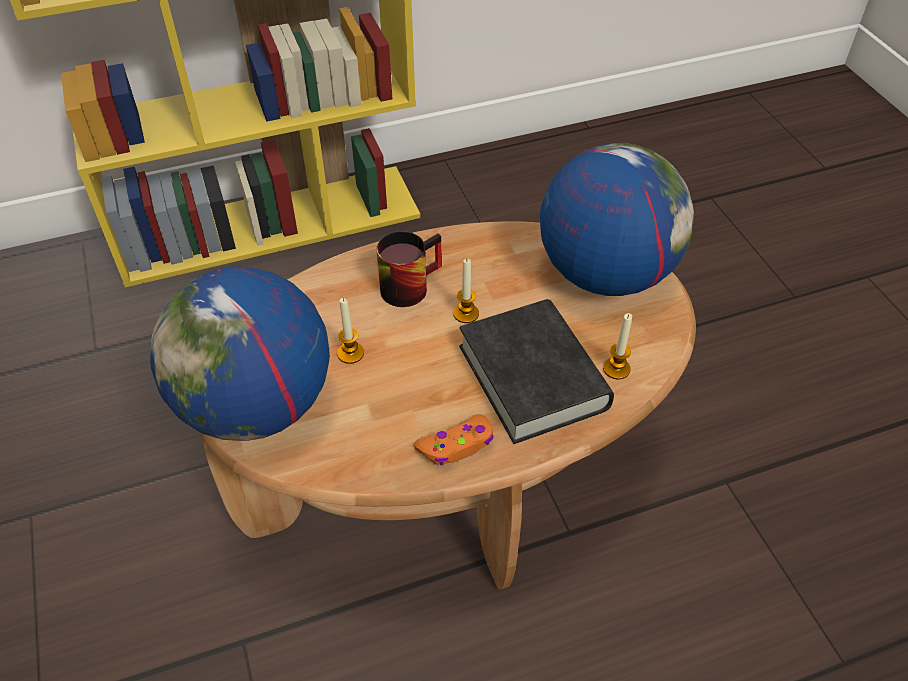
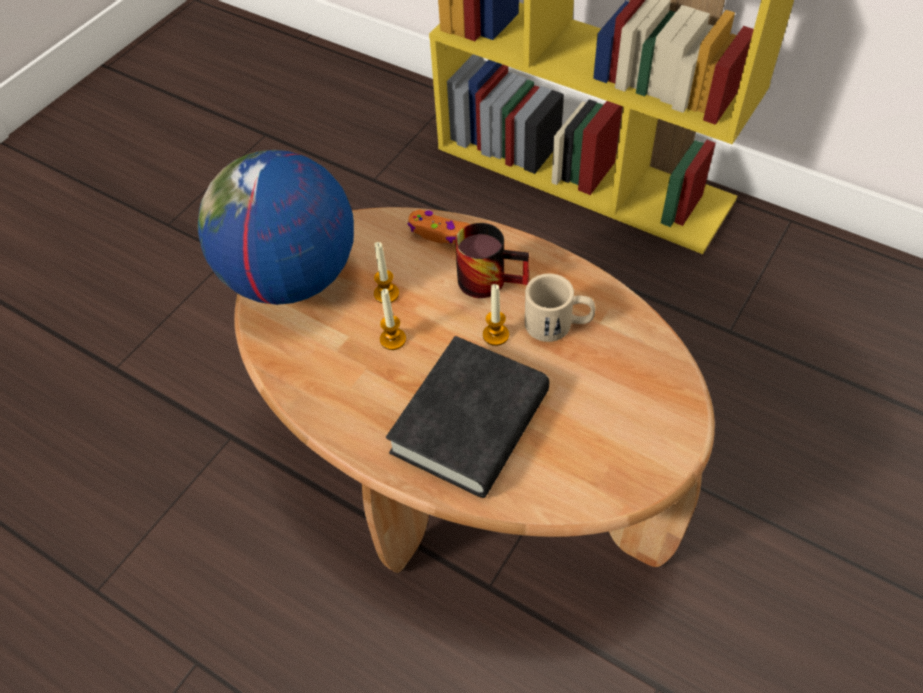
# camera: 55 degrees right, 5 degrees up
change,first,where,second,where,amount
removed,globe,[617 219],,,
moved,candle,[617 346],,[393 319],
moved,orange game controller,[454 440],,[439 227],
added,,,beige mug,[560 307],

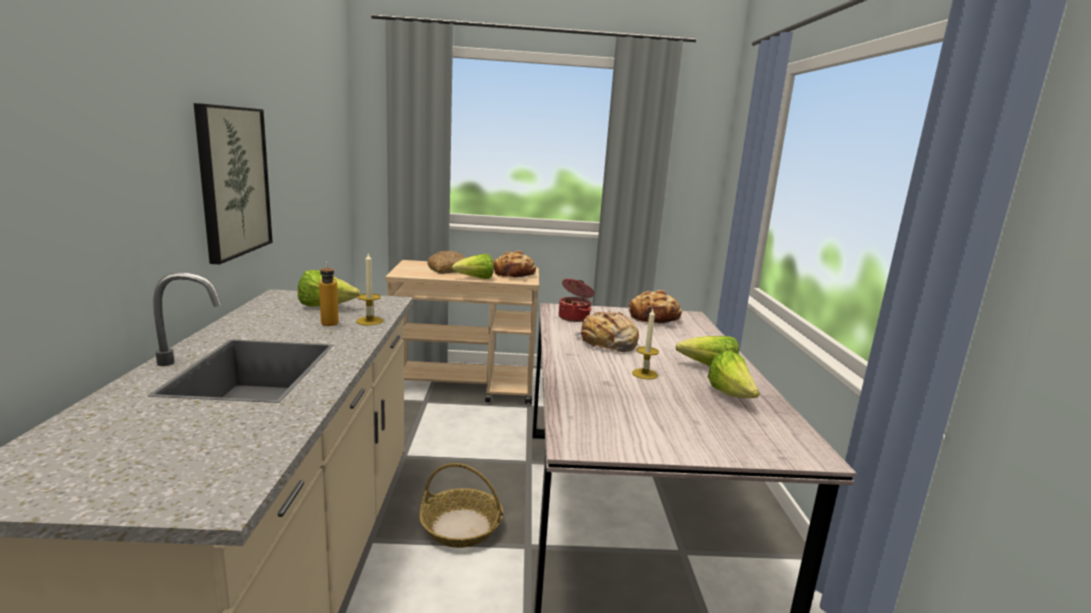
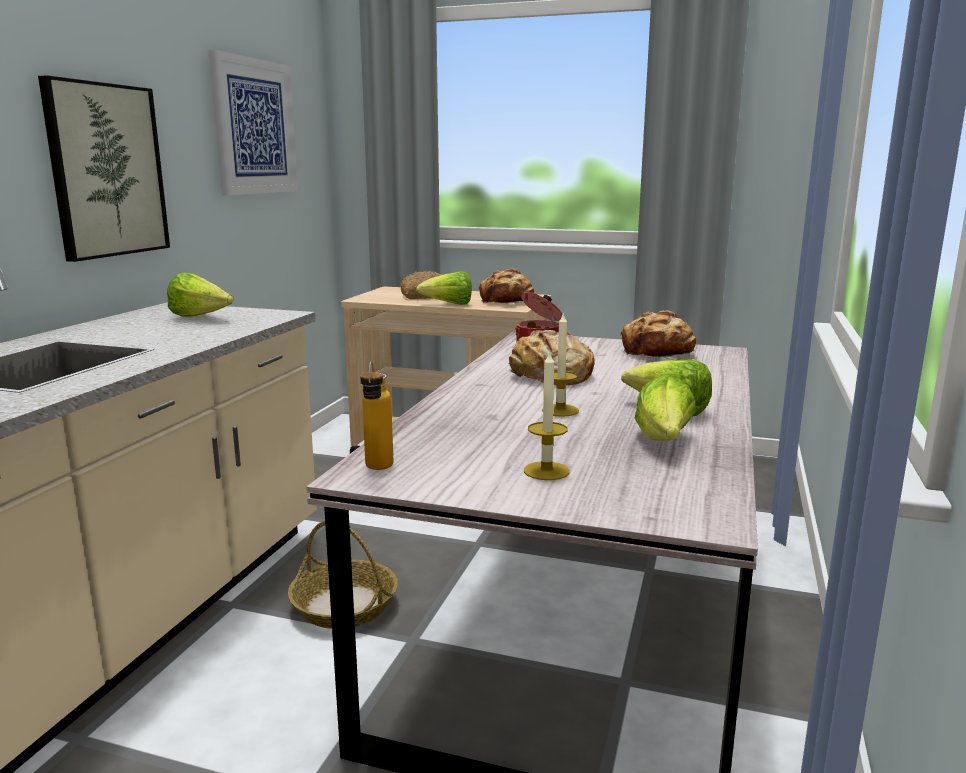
# camera: 20 degrees right, 0 degrees up
change,first,where,second,where,amount
moved,candle,[369 288],,[547 415],
moved,bottle,[329 293],,[377 415],
added,,,picture,[253 123],

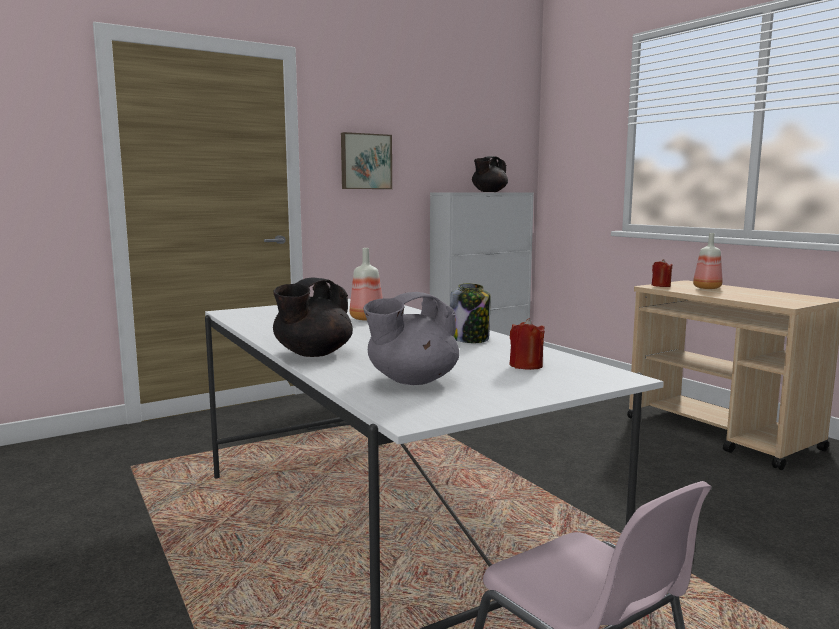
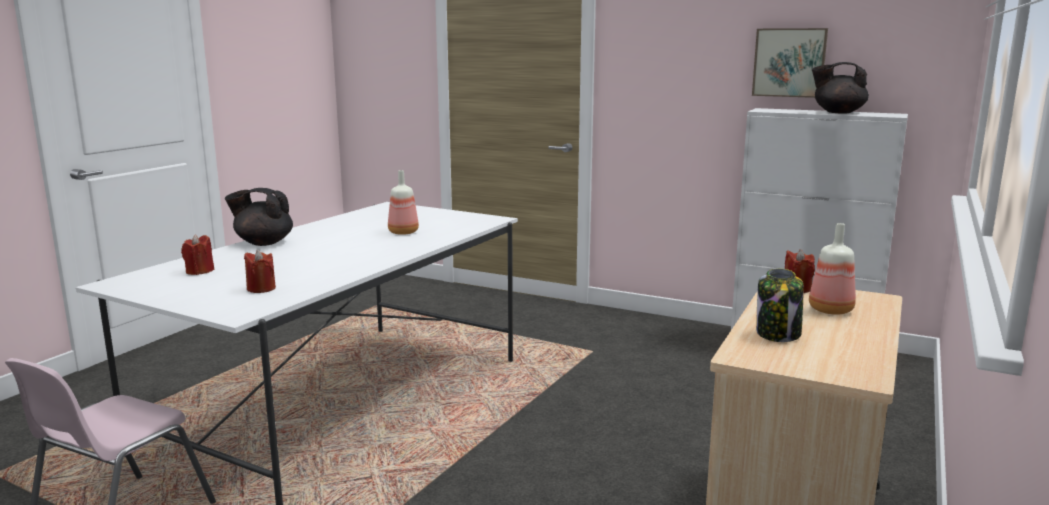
# camera: 60 degrees right, 5 degrees up
change,first,where,second,where,amount
moved,picture,[366 160],,[790 63],
moved,jar,[470 313],,[780 305],
replaced,grey teapot,[411 338],red candle,[197 254],

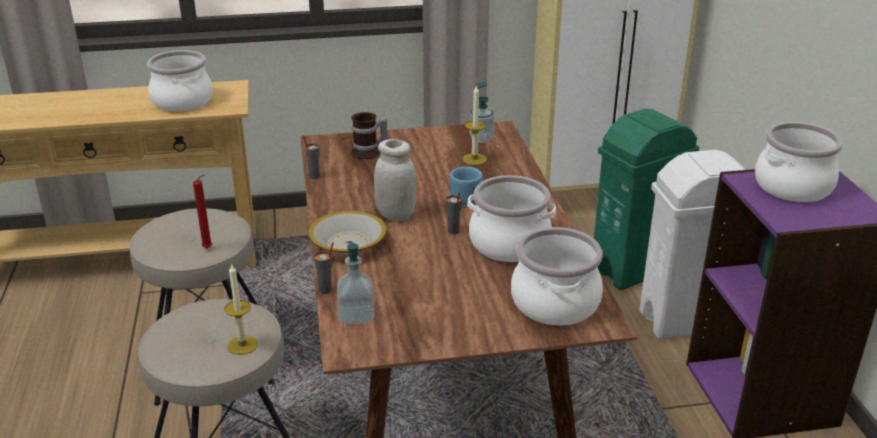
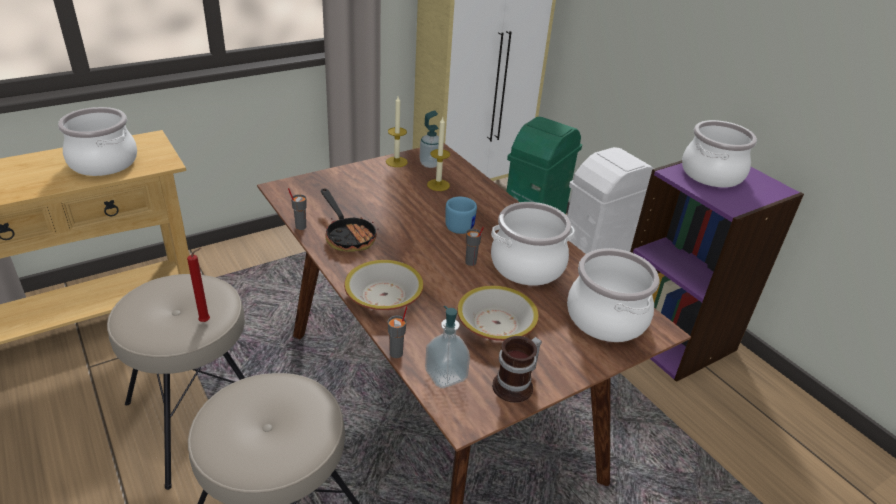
# camera: 25 degrees left, 5 degrees up
change,first,where,second,where,amount
moved,mug,[369 135],,[517 369],
removed,white jar,[395 180],,,
moved,candle,[241 309],,[397 131],
added,,,frying pan,[350 220],
added,,,bowl,[498 313],

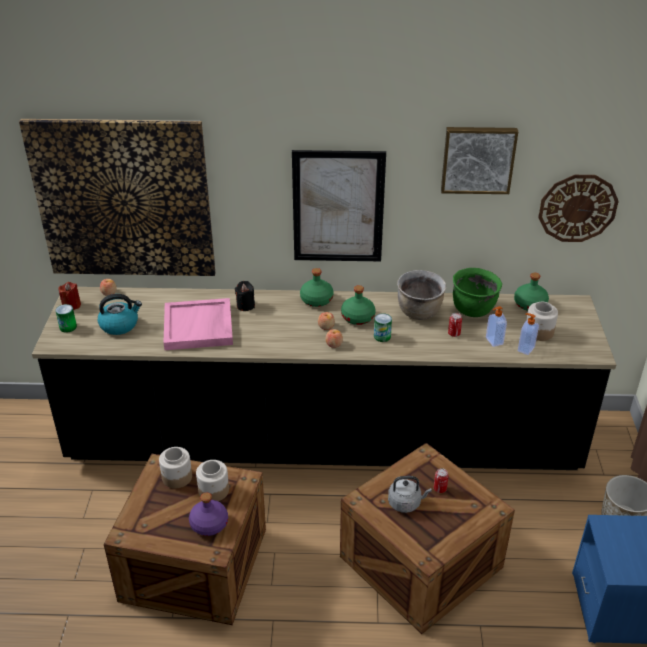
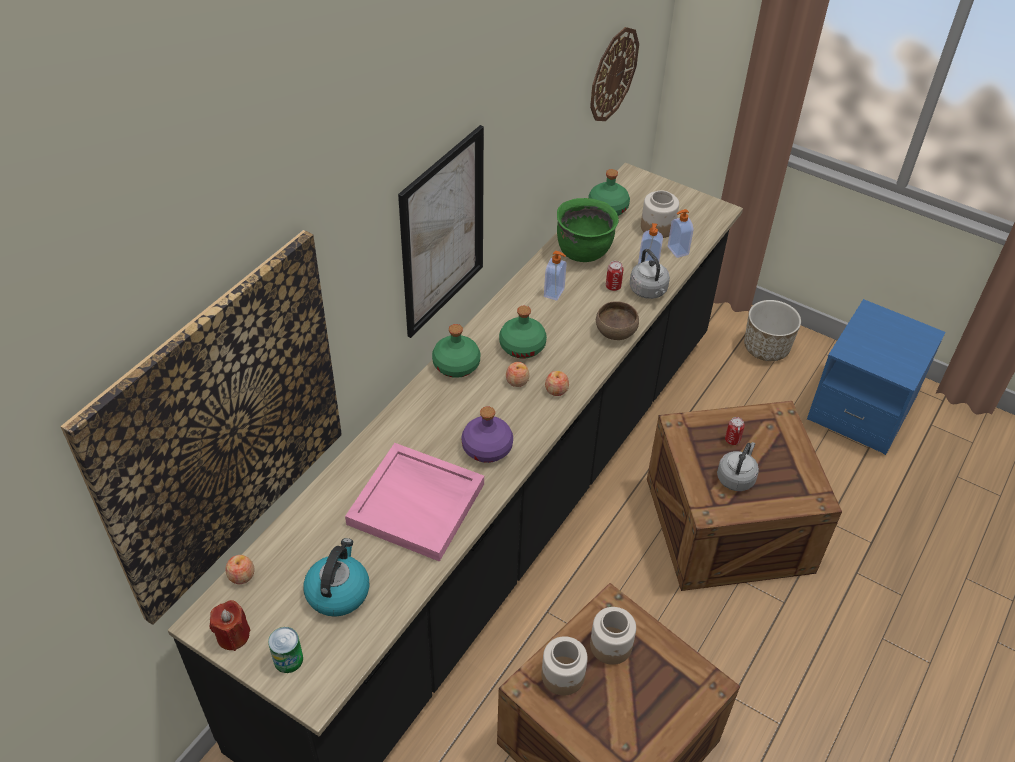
# camera: 60 degrees left, 10 degrees up
change,first,where,second,where,amount
removed,picture,[479 160],,,
replaced,brown cooking pot,[422 295],soap dispenser,[555 276],
removed,black candle,[245 296],,,
removed,can,[383 327],,,
moved,purple bottle,[208 514],,[487 434],
added,,,grey kettle,[650 274],
added,,,brown bowl,[617 320],

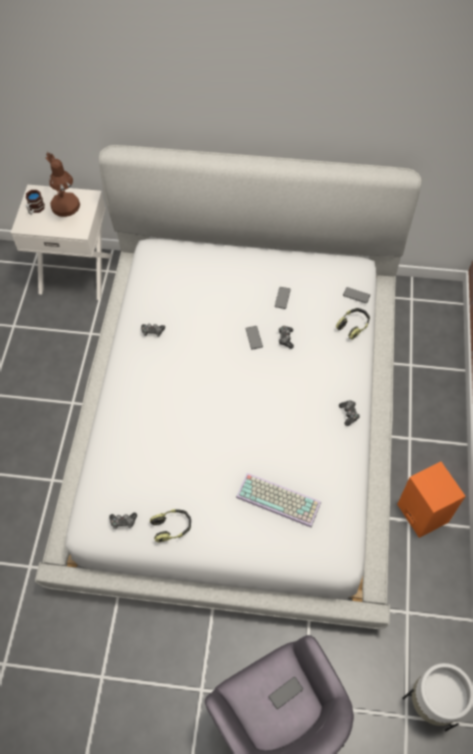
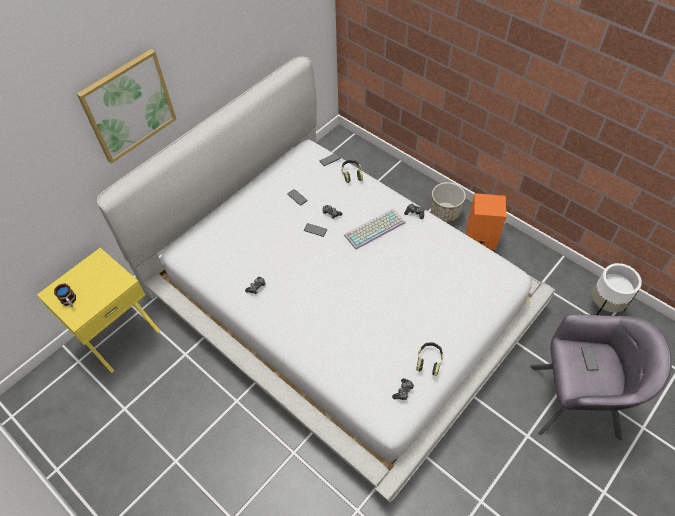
# camera: 55 degrees left, 5 degrees down
change,first,where,second,where,amount
removed,brown table lamp,[62 184],,,
recoloured,white nightstand,[61 242],yellow nightstand,[98 310],
moved,keyboard,[278 500],,[374 229],
added,,,picture,[126 106],
added,,,planter,[448 202],

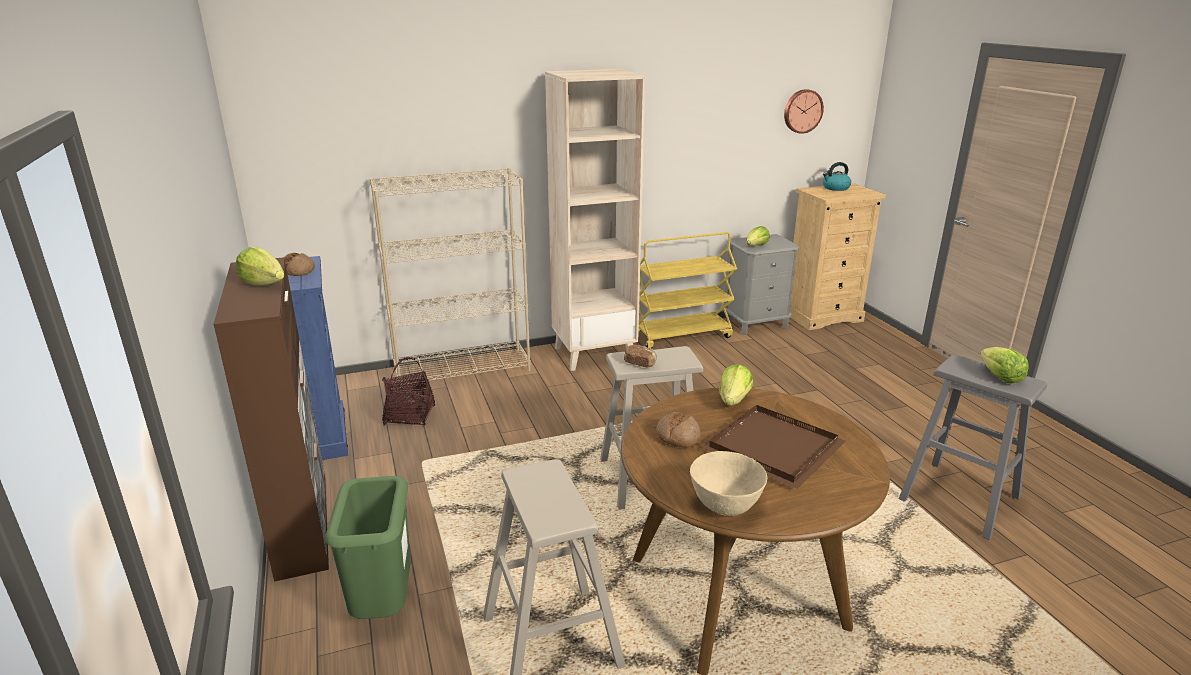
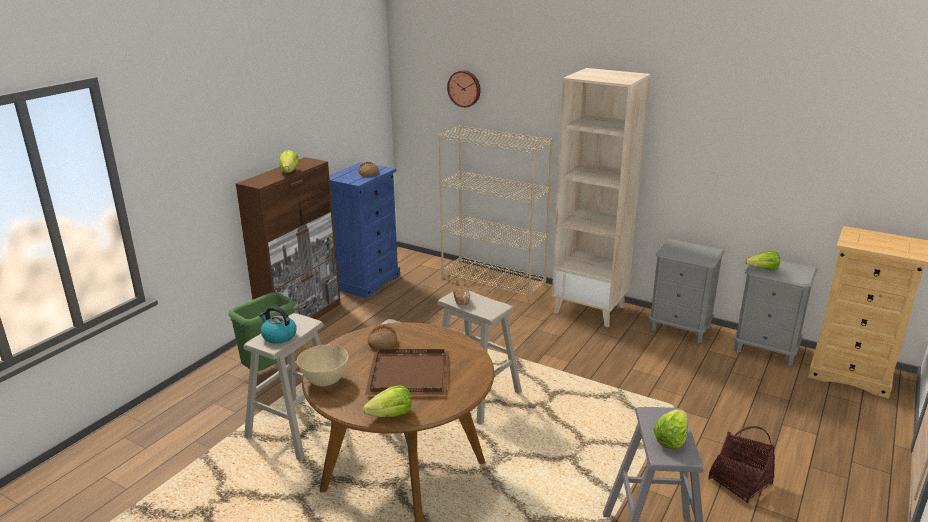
# camera: 50 degrees right, 0 degrees up
change,first,where,second,where,amount
moved,wall clock,[804 111],,[464 89],
moved,kettle,[837 176],,[278 325],
replaced,yellow cart,[688 290],grey nightstand,[686 291],
moved,basket,[408 391],,[741 464],
moved,lettuce,[736 385],,[387 401],

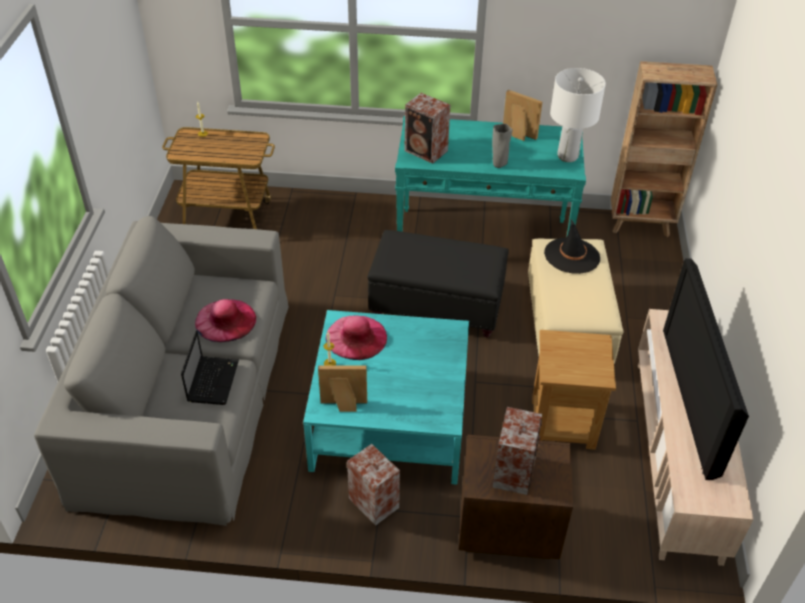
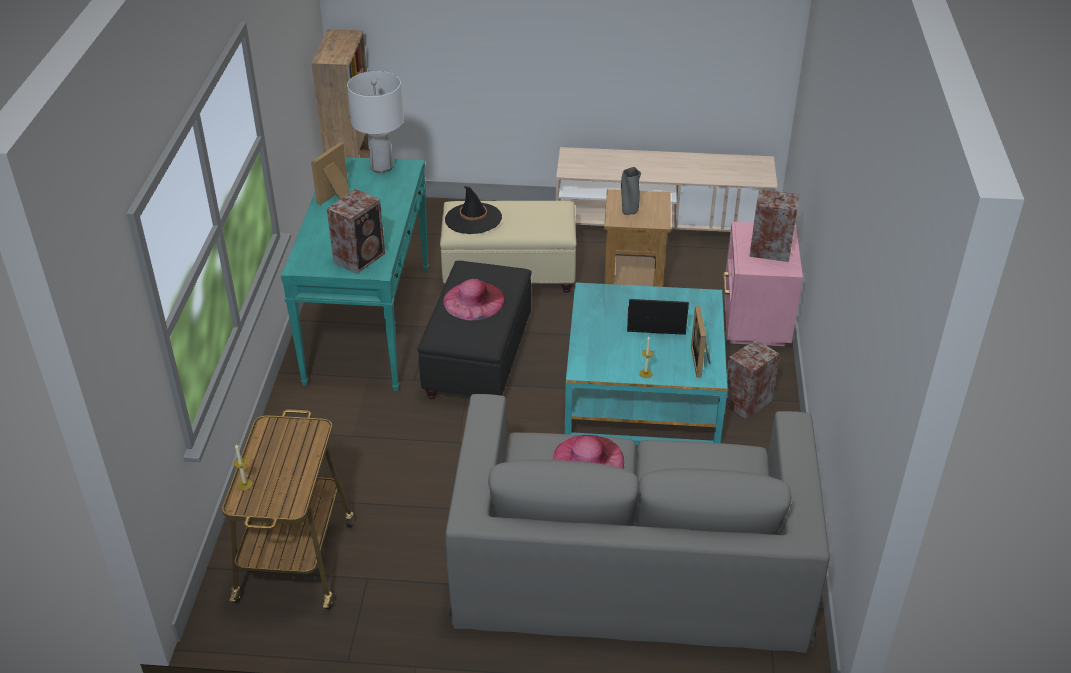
# camera: 90 degrees left, 5 degrees down
change,first,where,second,where,amount
moved,grey vase,[502 146],,[631 191],
removed,television,[706 369],,,
moved,pink hat,[356 337],,[474 299],
moved,laptop,[210 367],,[658 317],
recoloured,brown nightstand,[516 497],pink nightstand,[763 284],

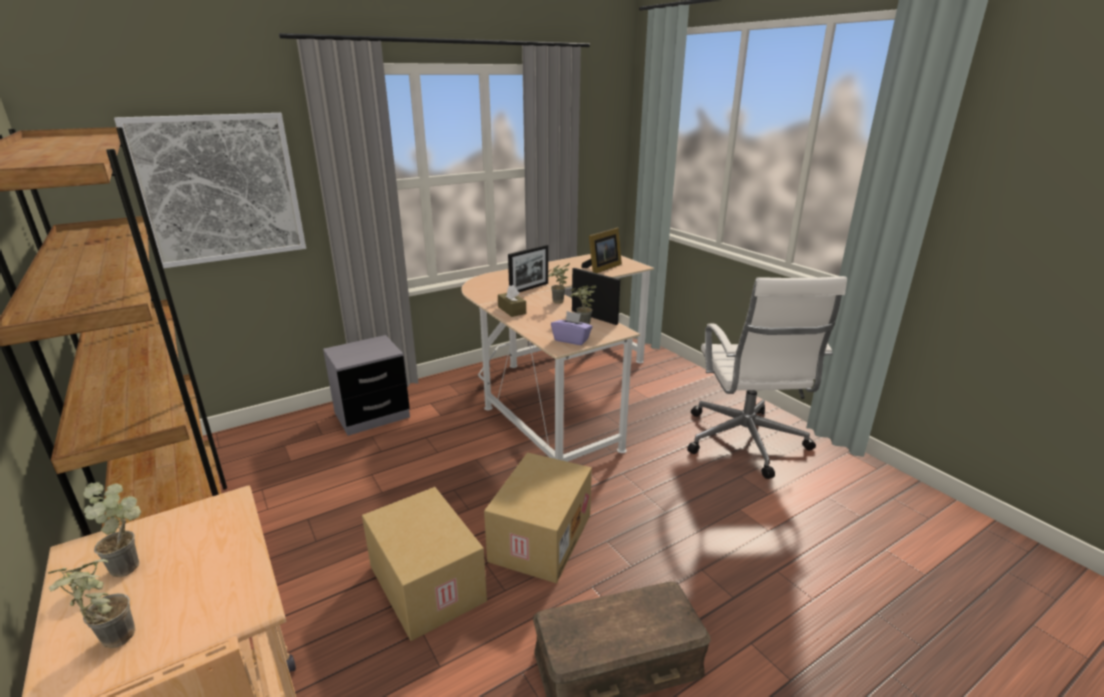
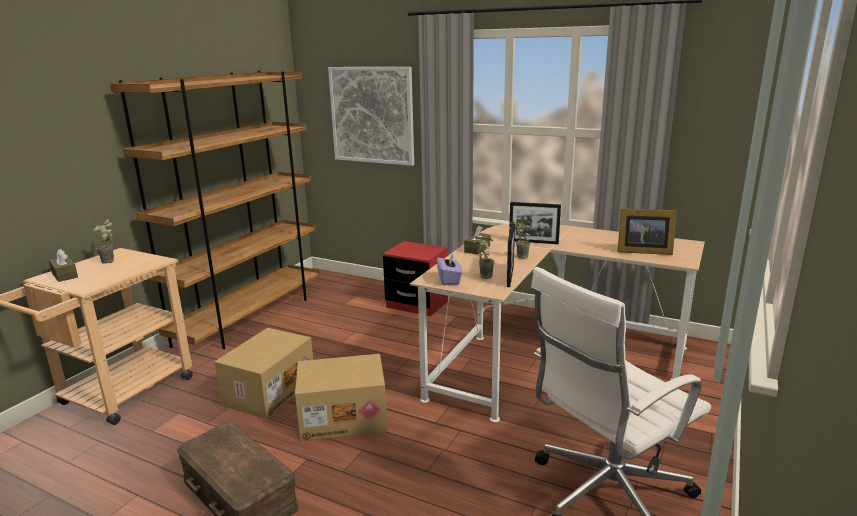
# camera: 60 degrees right, 5 degrees down
change,first,where,second,where,amount
recoloured,grey nightstand,[366 385],red nightstand,[415 279],
replaced,potted plant,[91 603],brown tissue box,[63 265],

